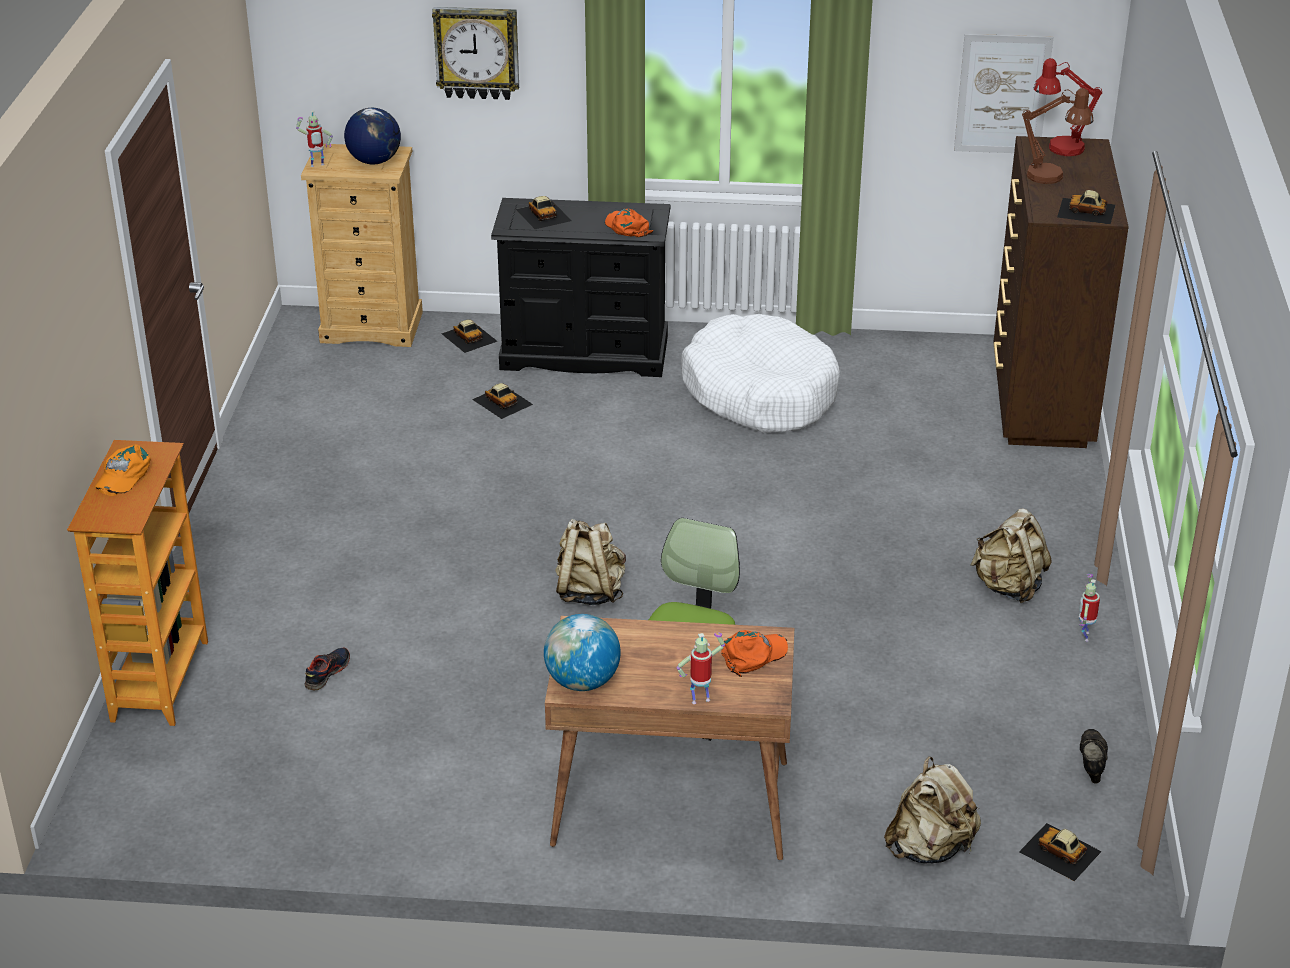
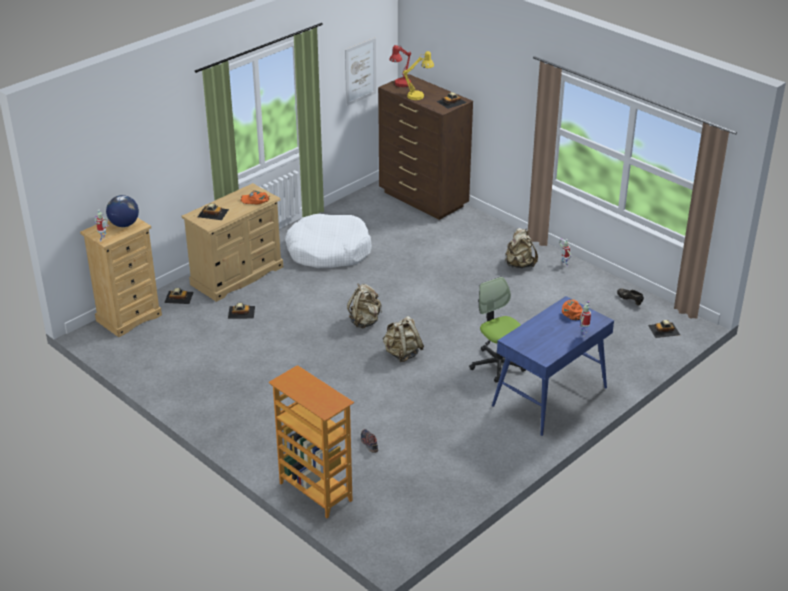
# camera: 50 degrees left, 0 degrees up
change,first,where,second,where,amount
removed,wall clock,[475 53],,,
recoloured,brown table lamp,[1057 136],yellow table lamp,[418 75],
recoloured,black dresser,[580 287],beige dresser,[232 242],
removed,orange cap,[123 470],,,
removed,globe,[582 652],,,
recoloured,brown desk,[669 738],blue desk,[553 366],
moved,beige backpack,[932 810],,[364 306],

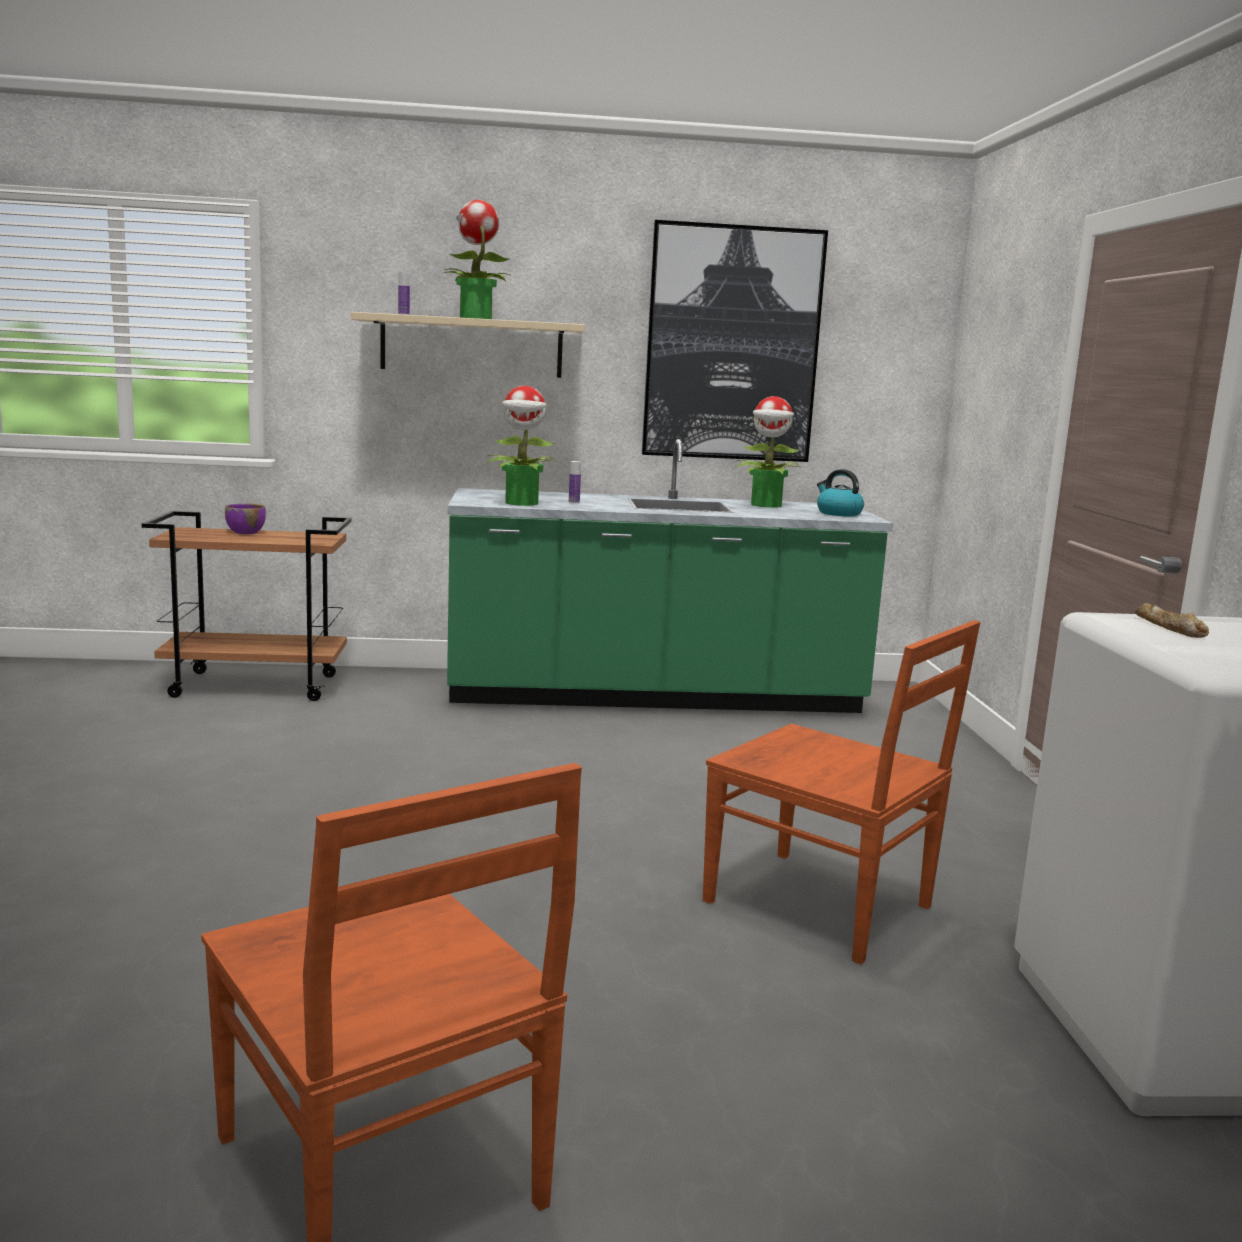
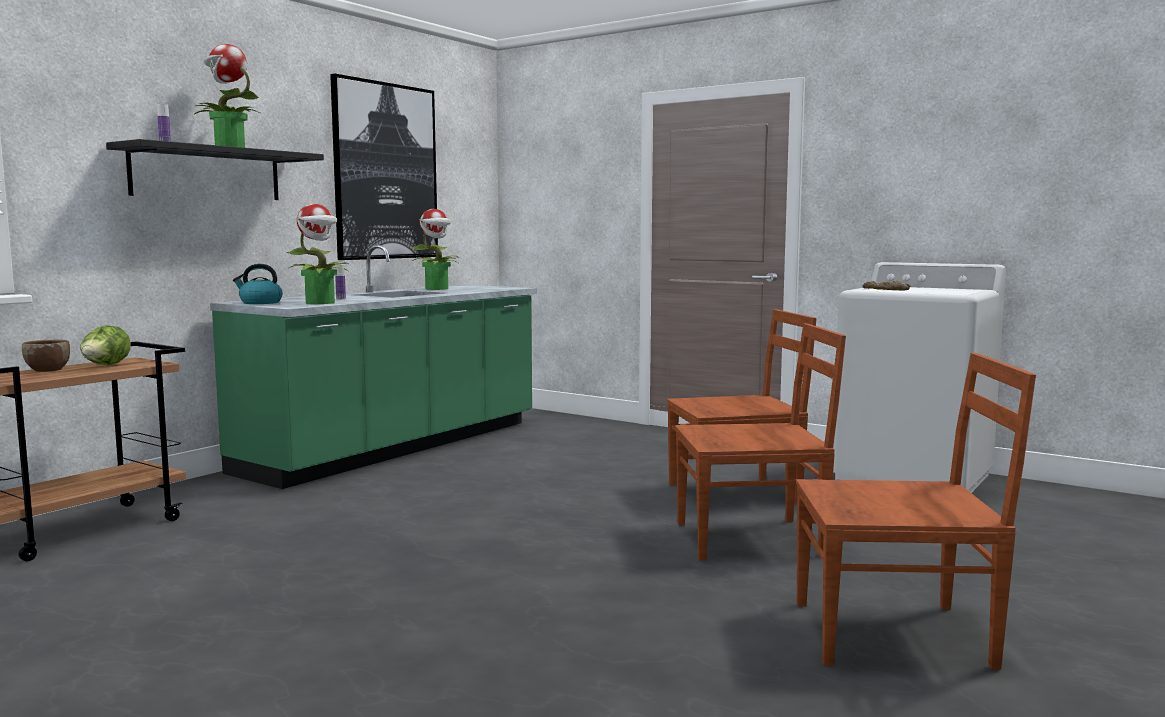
# camera: 50 degrees left, 5 degrees down
change,first,where,second,where,amount
recoloured,beige shelf,[468 345],black shelf,[215 169],
moved,kettle,[840 492],,[258 284],
recoloured,purple bowl,[245 519],brown bowl,[46 355],
added,,,brown chair,[760 441],
added,,,lettuce,[105 345],

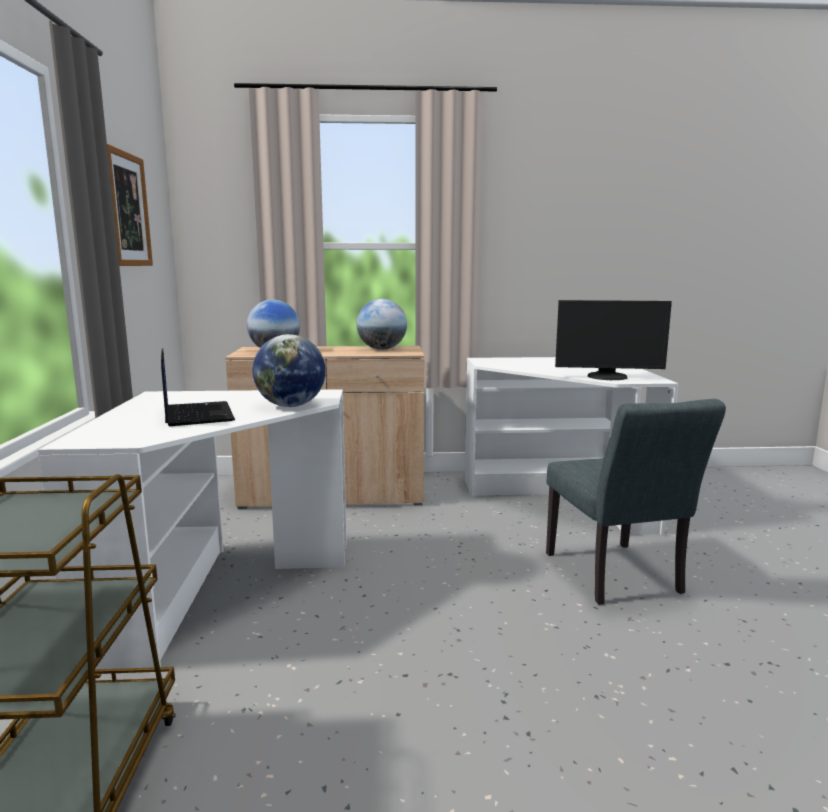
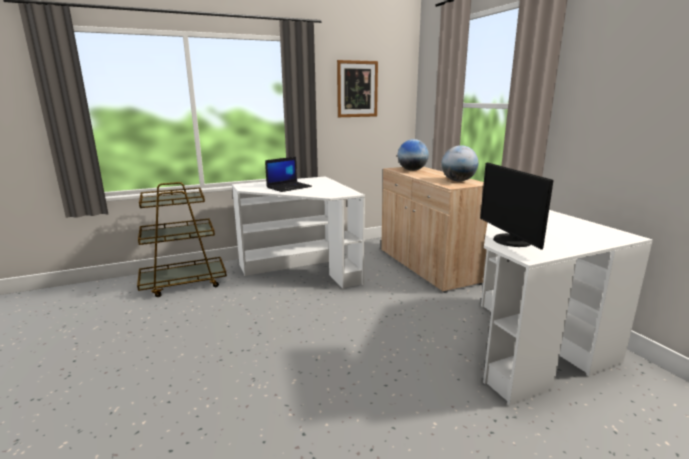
# camera: 70 degrees right, 5 degrees up
change,first,where,second,where,amount
removed,globe,[289 370],,,
removed,grey chair,[636 502],,,

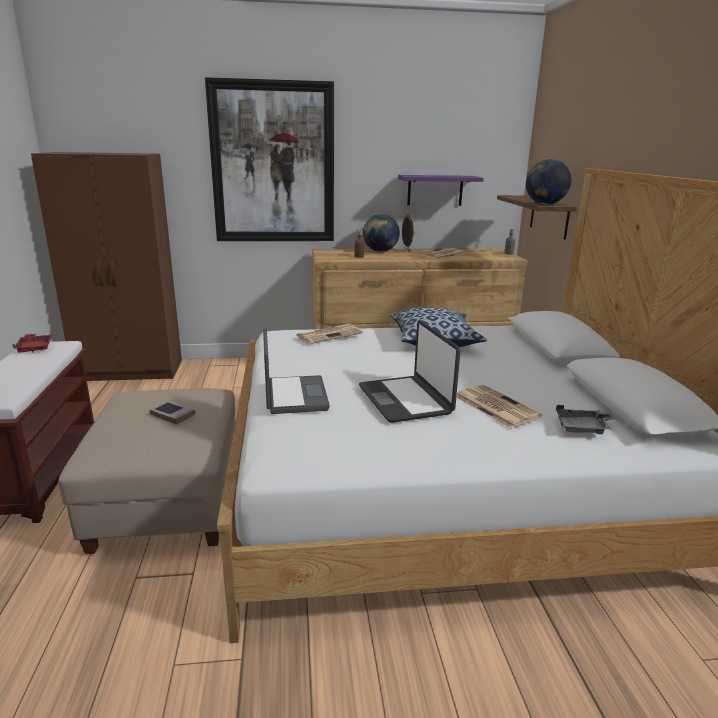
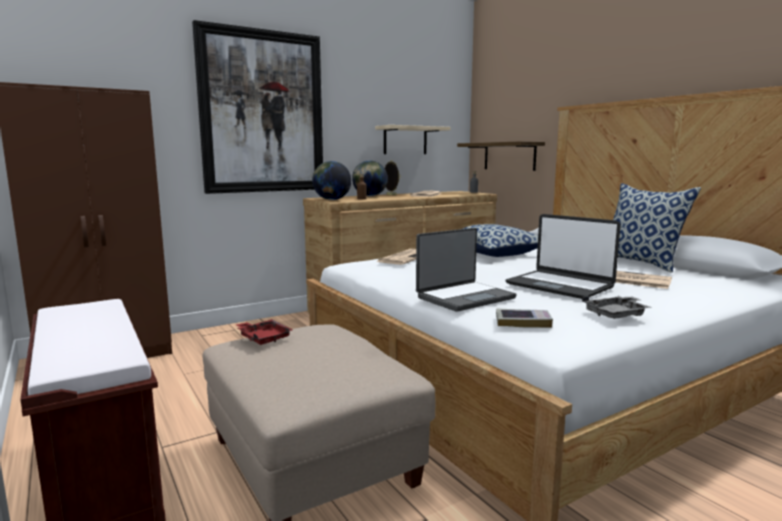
# camera: 25 degrees left, 10 degrees down
change,first,where,second,where,amount
moved,globe,[548 181],,[331 180],
recoloured,purple shelf,[441 190],beige shelf,[412 139],
turned,laptop,[296 371],,[466 270],90 degrees clockwise
moved,red tray,[33 343],,[265 332],
moved,book,[173 412],,[524 318],
moved,grey tray,[586 419],,[617 307],
added,,,pillow,[657 228],

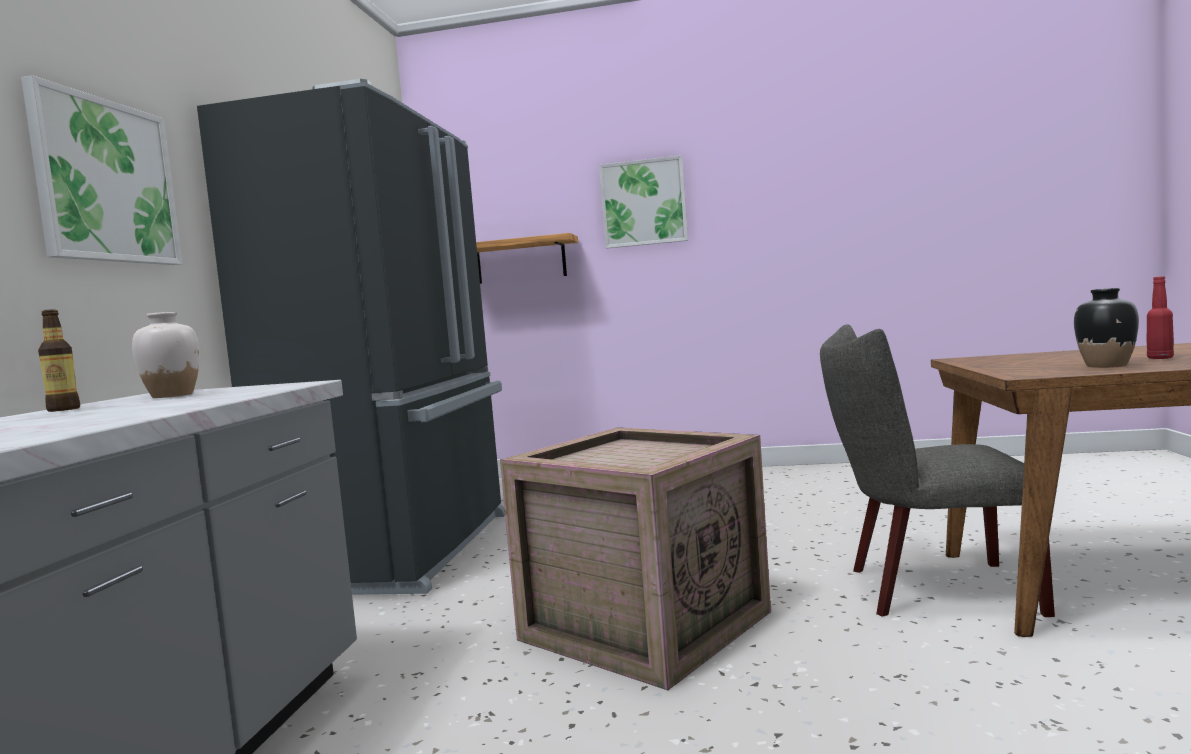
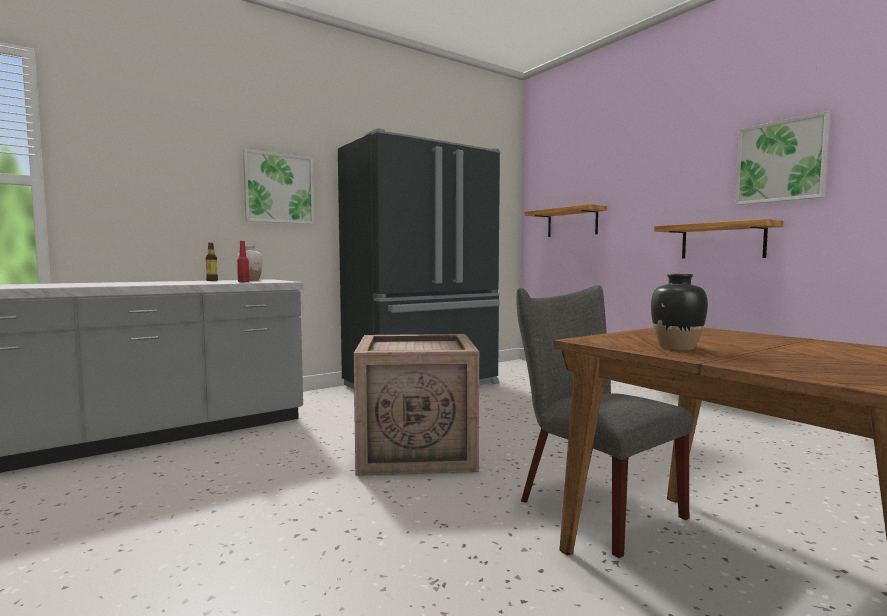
# camera: 45 degrees right, 0 degrees up
change,first,where,second,where,amount
moved,picture,[643 202],,[782 158],
moved,red bottle,[1160 317],,[243 261],
added,,,shelf,[718 239],

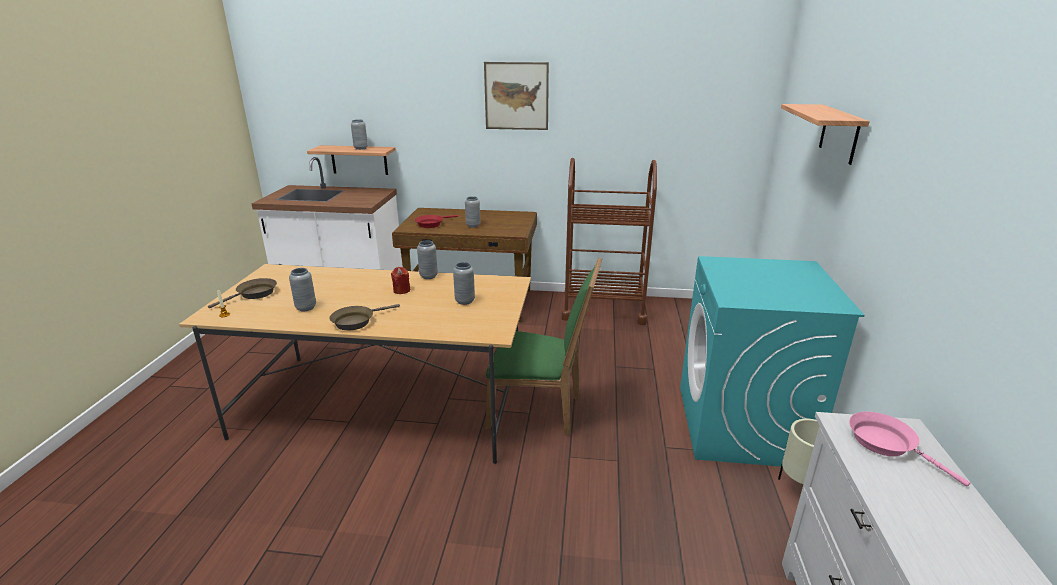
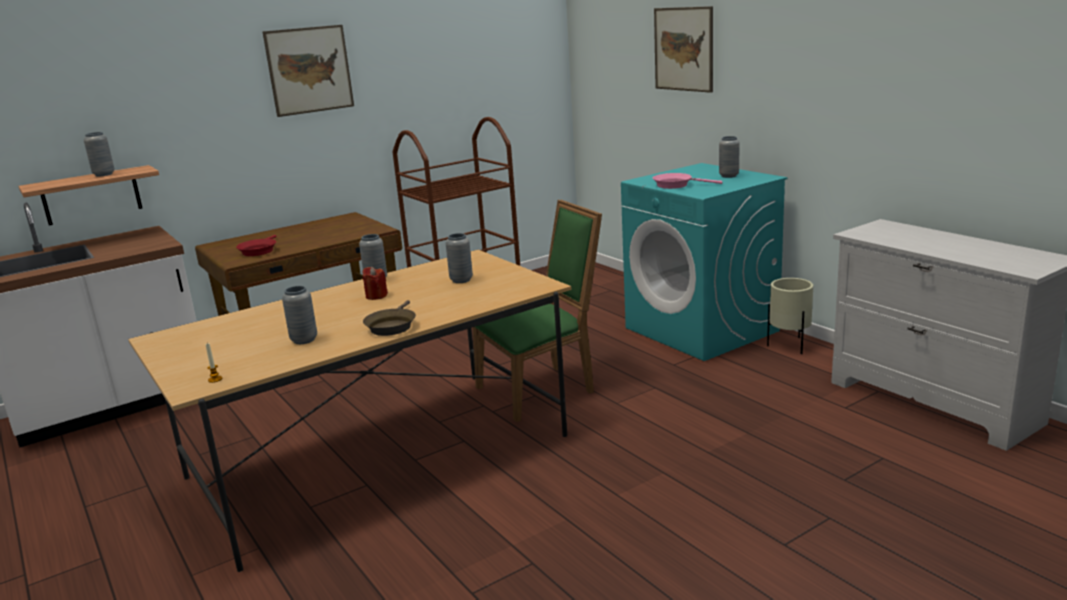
# camera: 40 degrees left, 5 degrees down
change,first,where,second,where,amount
replaced,shelf,[825 134],picture,[683 49],
moved,grey vase,[472 212],,[729 157],
removed,brown frying pan,[242 293],,,
moved,pink frying pan,[909 449],,[687 181],

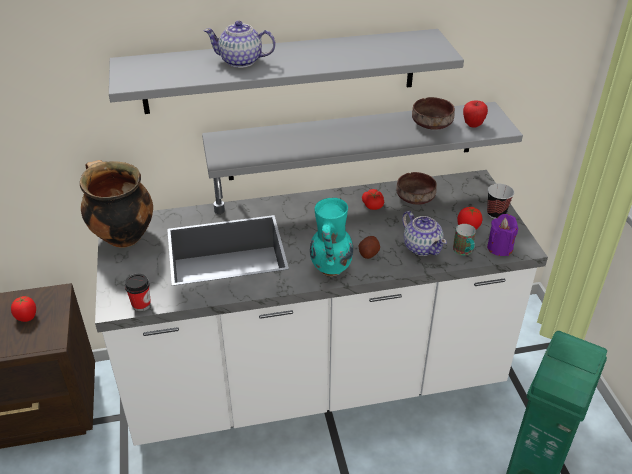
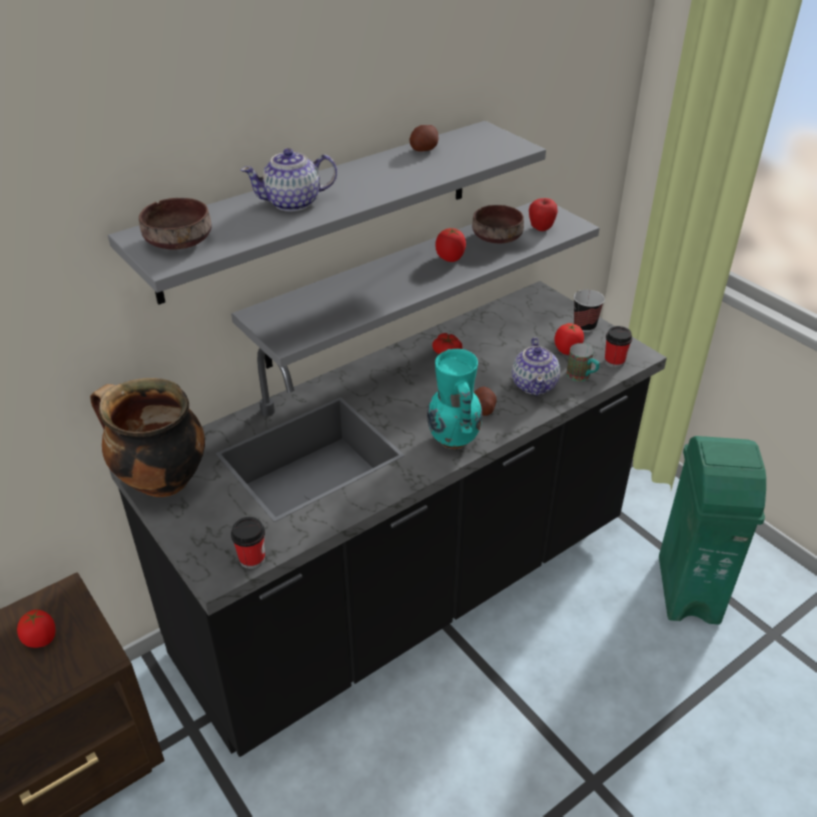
# camera: 25 degrees left, 0 degrees up
change,first,where,second,where,amount
recoloured,white counter,[321 308],black counter,[388 519],
moved,brown bowl,[416 188],,[175 224],
turned,teapot,[424 233],,[536 366],60 degrees clockwise
replaced,purple candle,[502 235],cup,[618 347],
added,,,potato,[424 138],
added,,,tomato,[450 245],

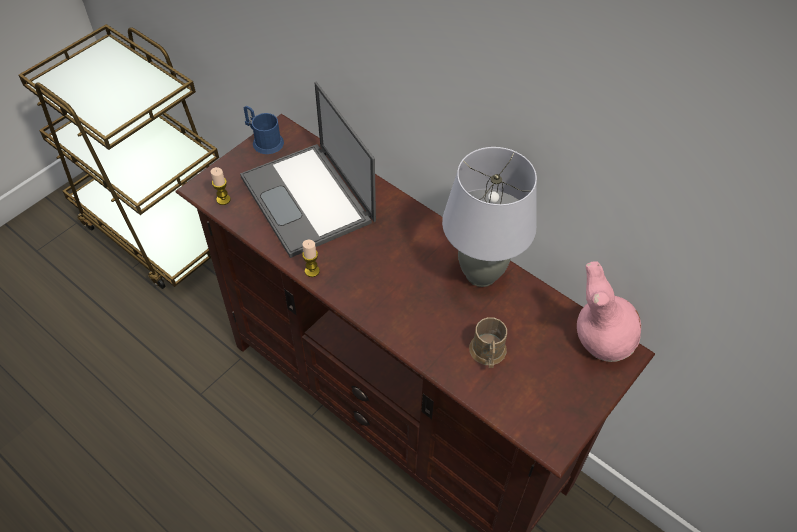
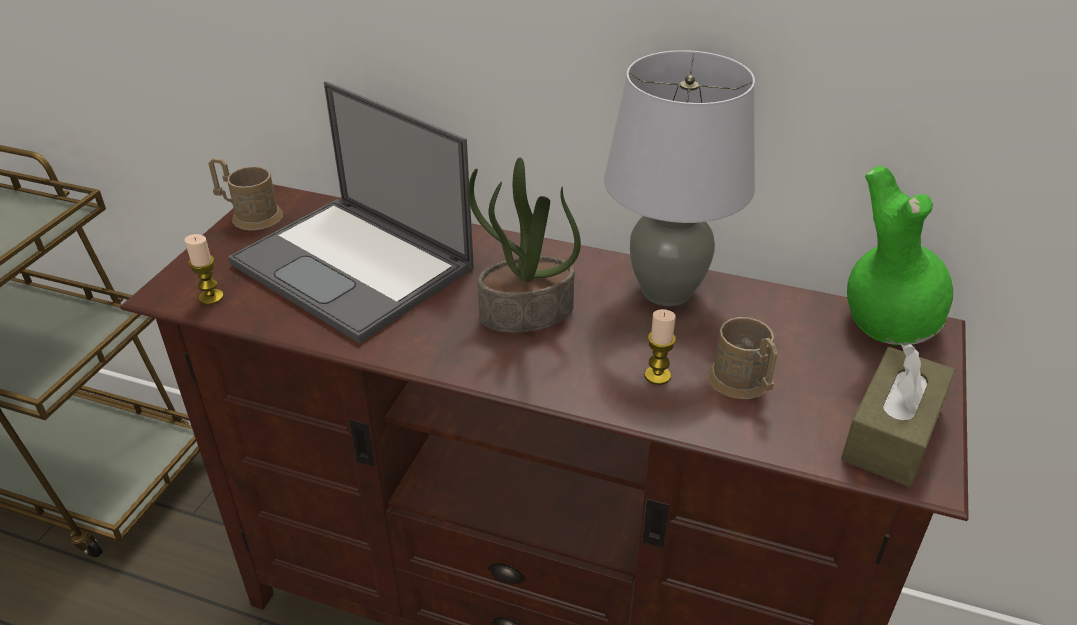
# camera: 20 degrees left, 15 degrees down
change,first,where,second,where,amount
recoloured,blue mug,[264 129],brown mug,[245 194],
moved,candle,[311 258],,[660 347],
recoloured,pink vase,[609 311],green vase,[900 255],
added,,,potted plant,[524 245],
added,,,brown tissue box,[898 415],

